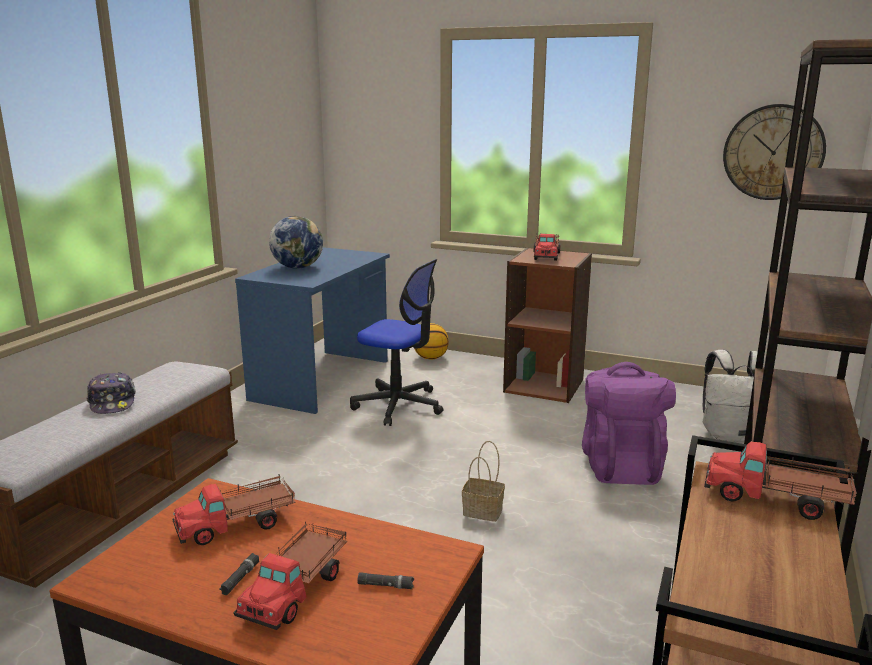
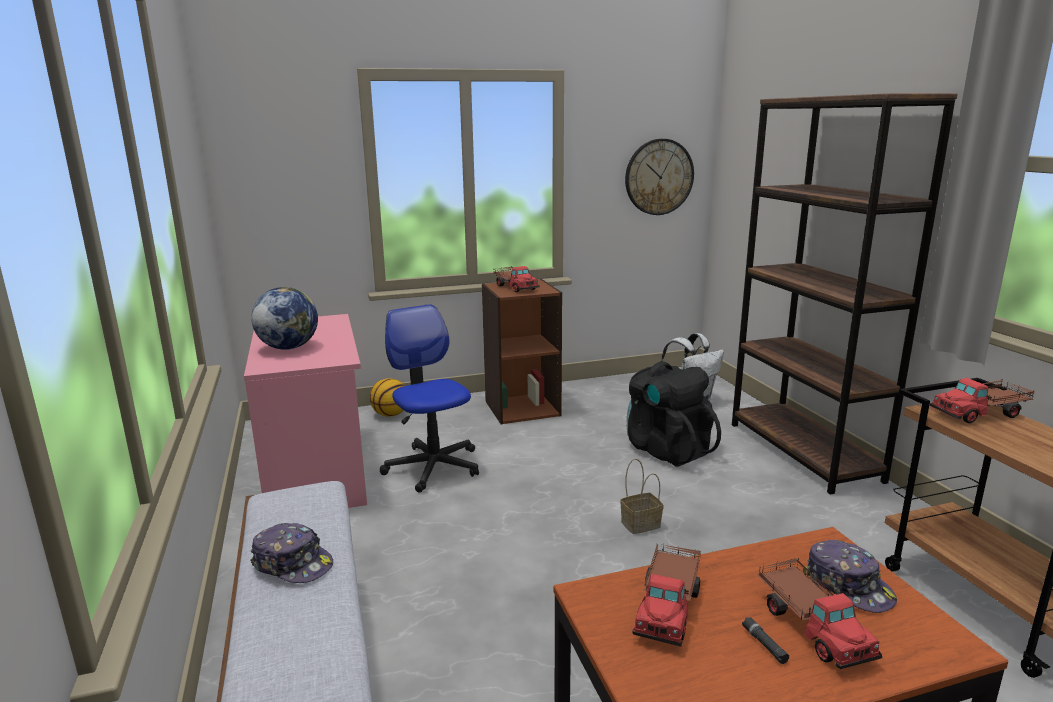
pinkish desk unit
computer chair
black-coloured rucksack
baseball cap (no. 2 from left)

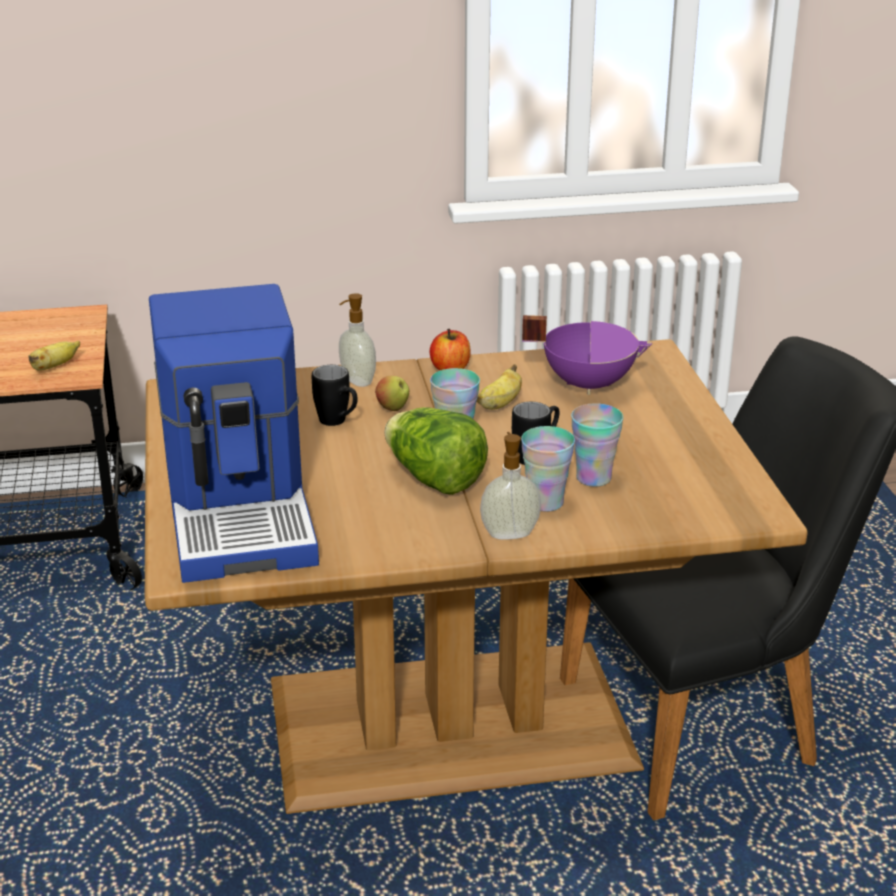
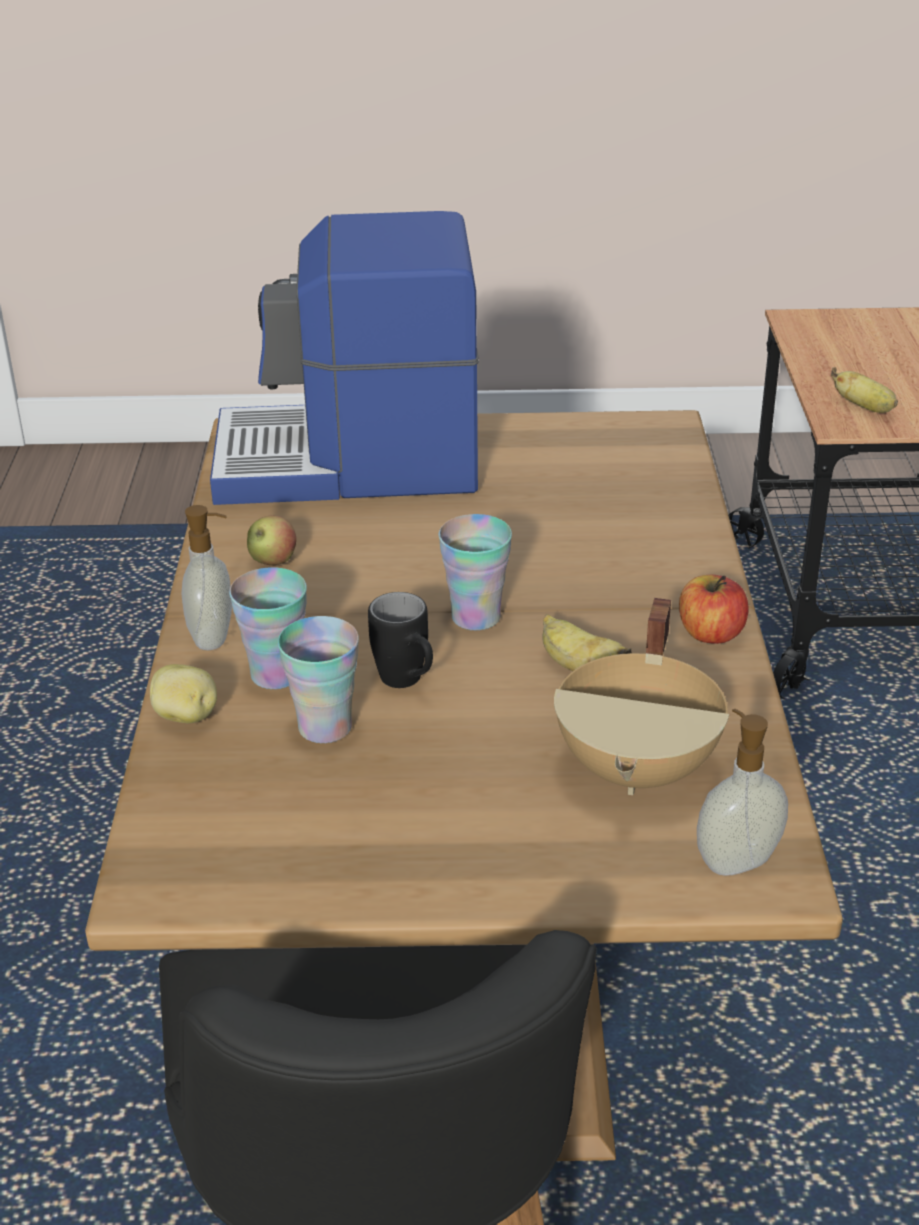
potato
whole apple (no. 1 from left)
sand-coloured saucepot
soap bottle (no. 2 from left)
black-coloured coffee mug (no. 1 from left in the first image)
head of lettuce

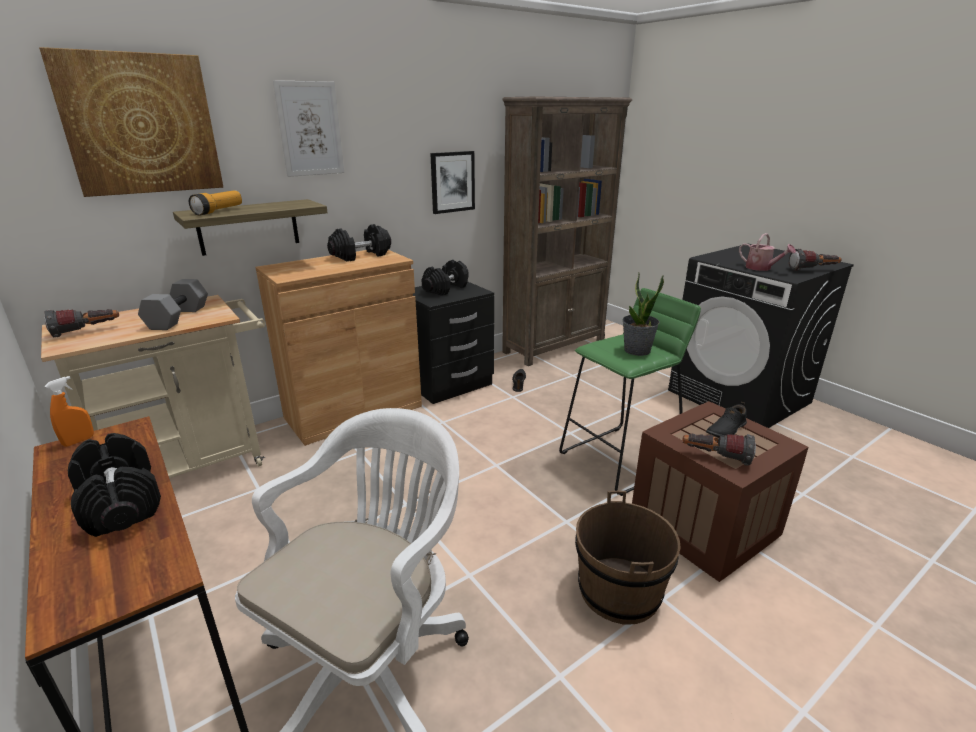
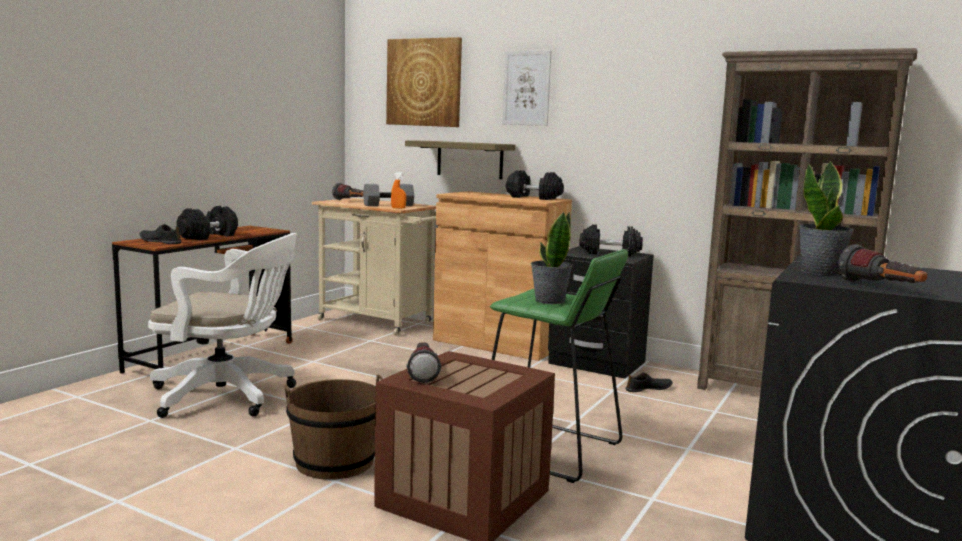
black-coloured low shoe (no. 1 from left)
orange-coloured hand sprayer
potted plant (no. 2 from left)
torch (no. 2 from left in the first image)
wall picture (no. 3 from left in the first image)

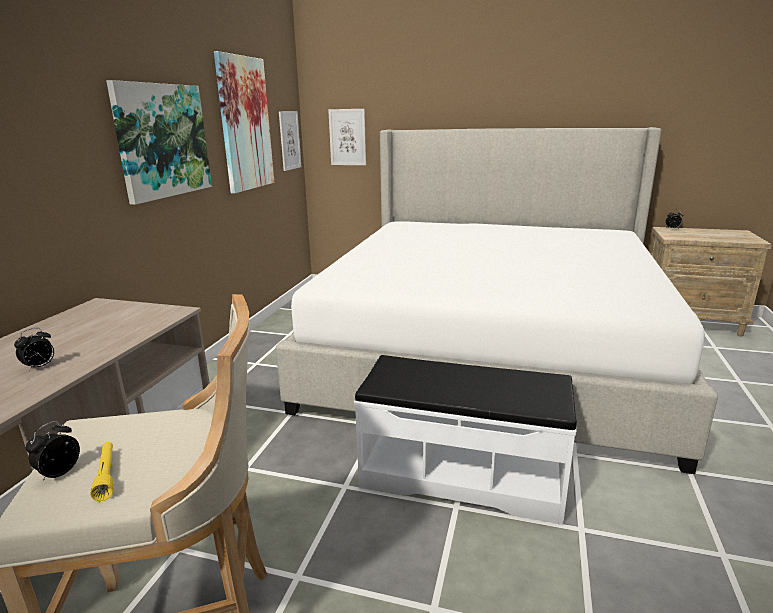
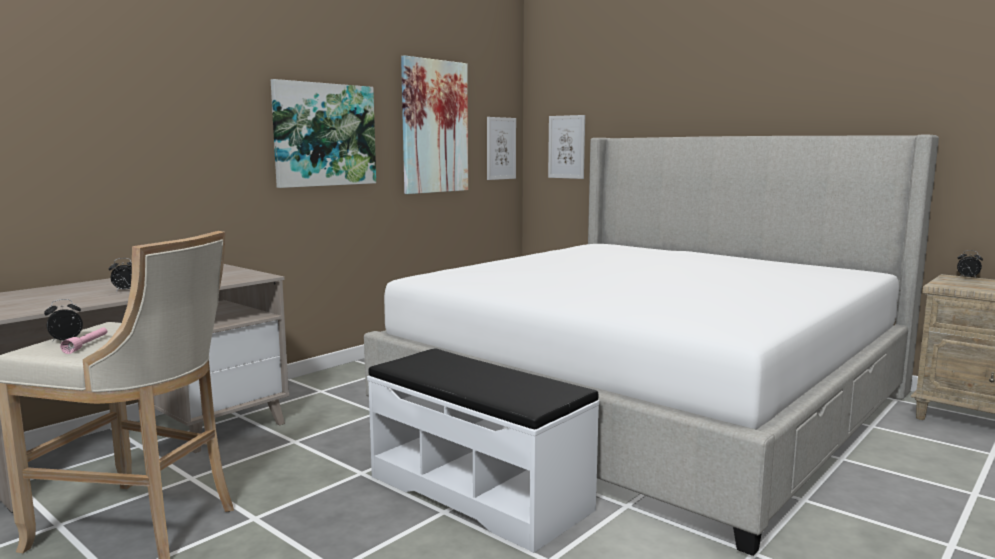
pinkish torch

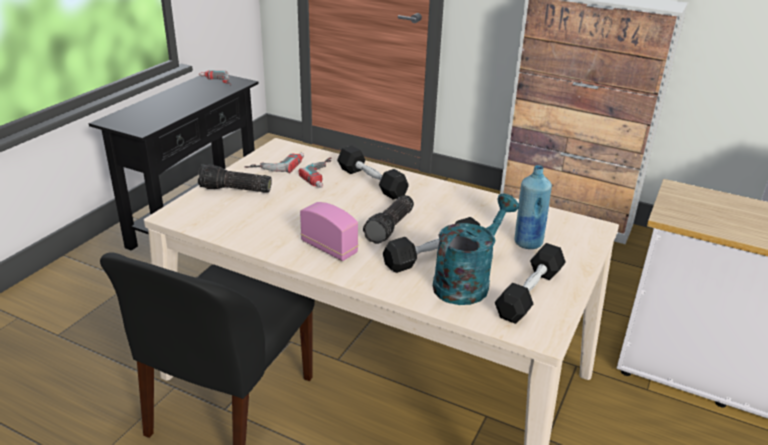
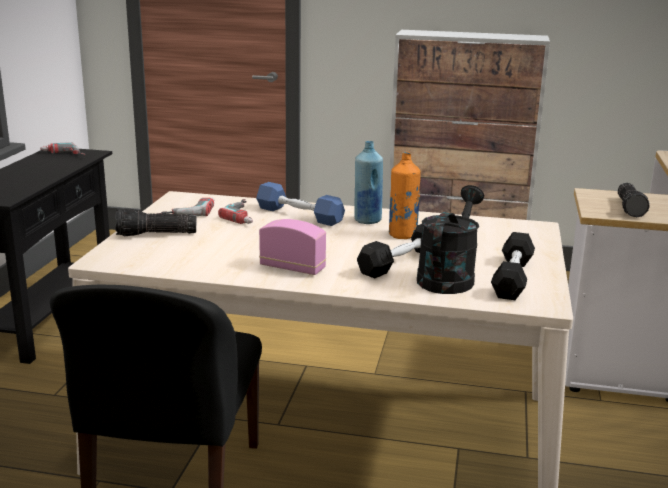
blue hand weight
blue bottle
orange-coloured bottle
black-coloured sprinkling can
torch (no. 2 from left)

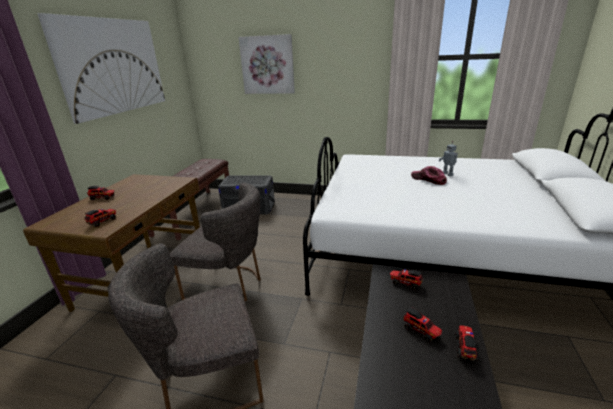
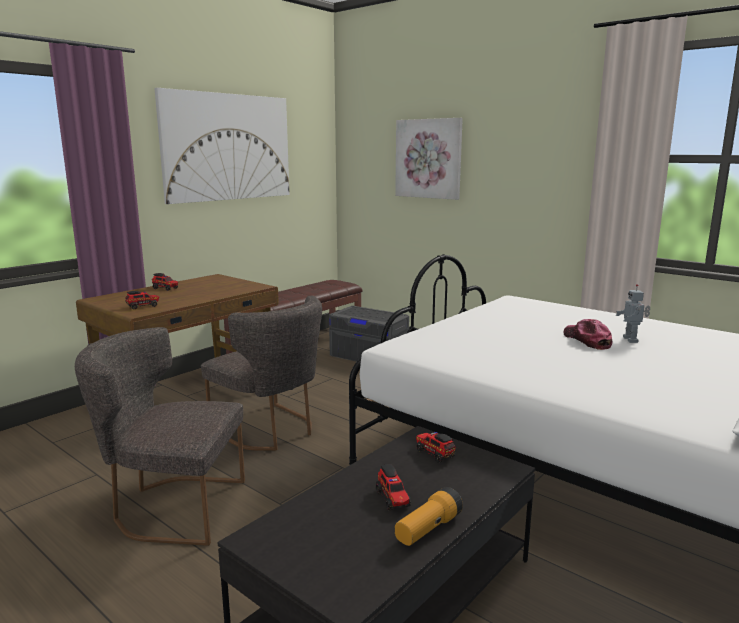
torch

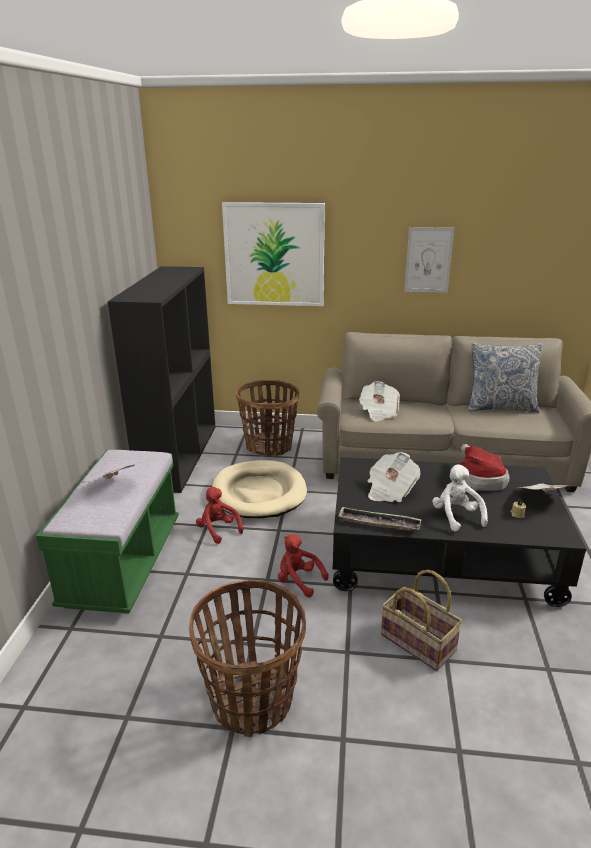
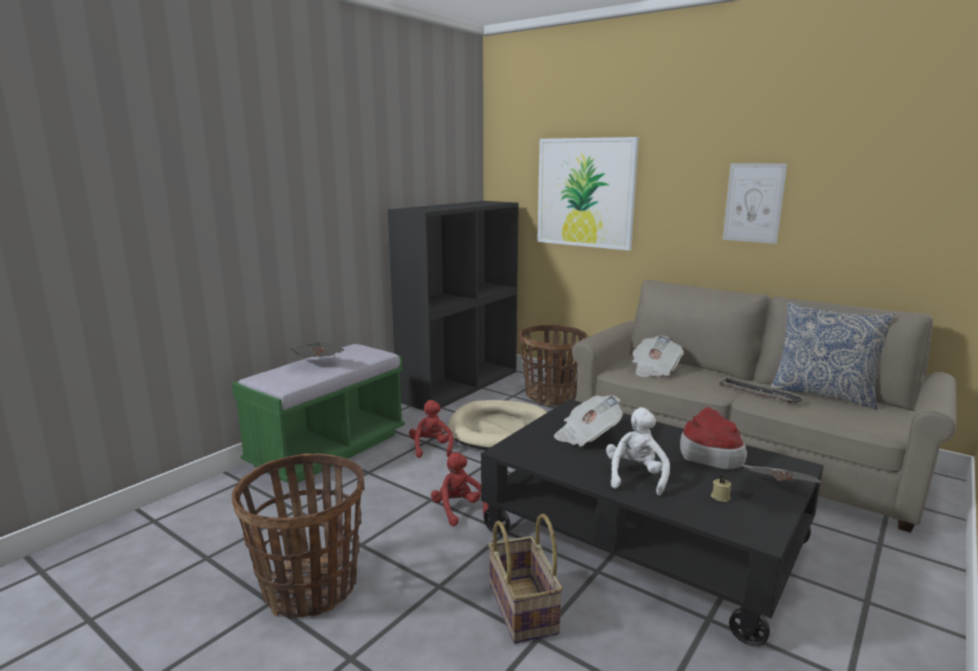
tray

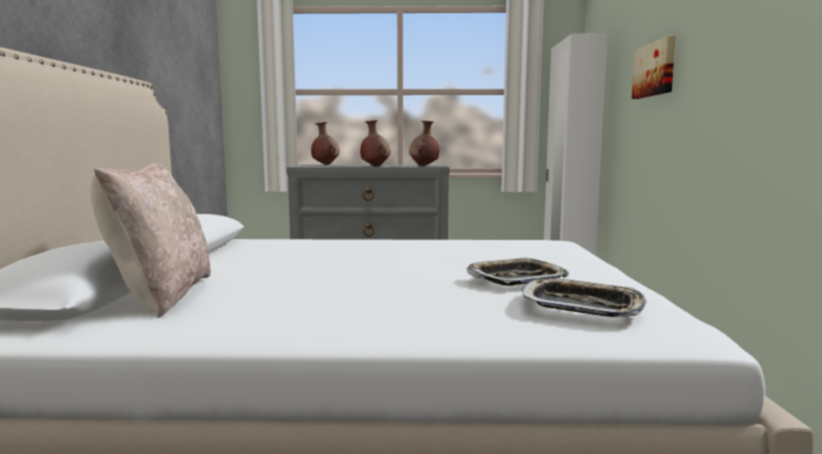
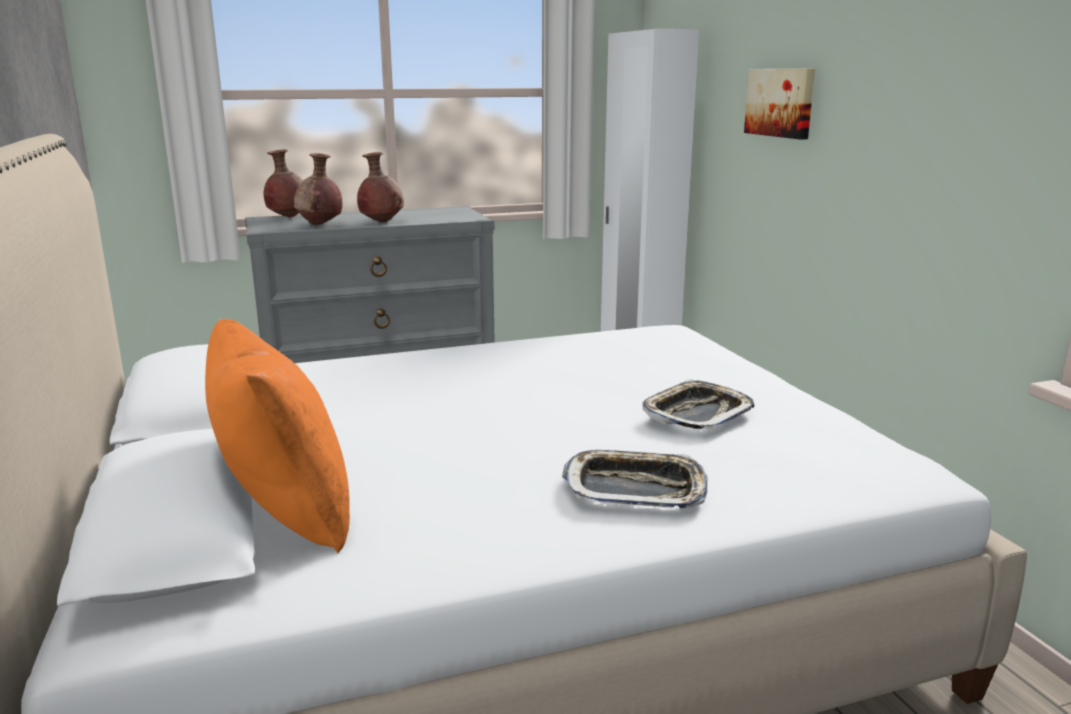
orange-coloured pillow
brownish flower vase (no. 2 from left)
tray (no. 1 from left)

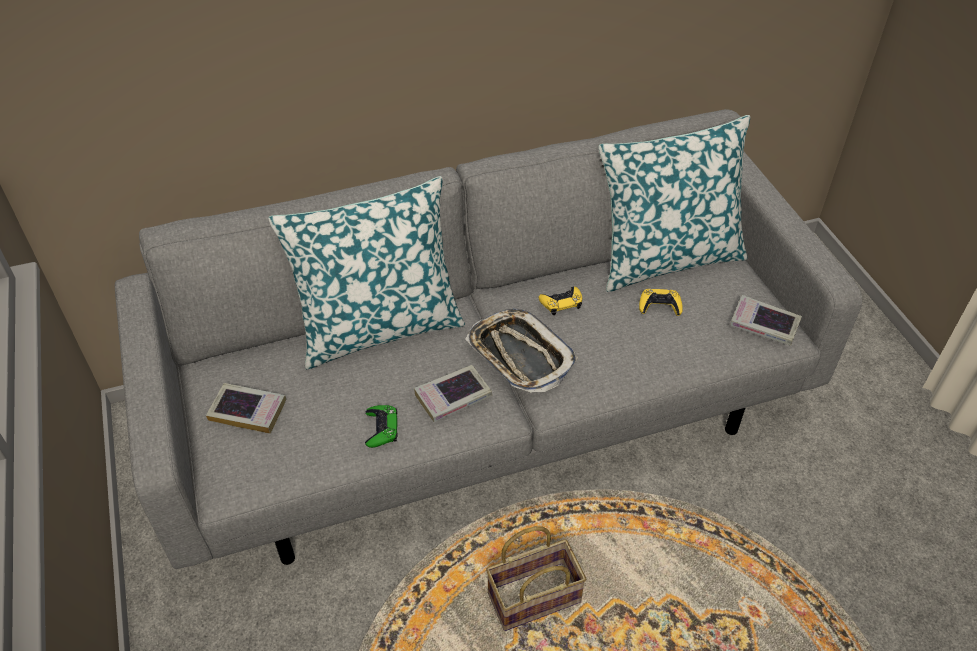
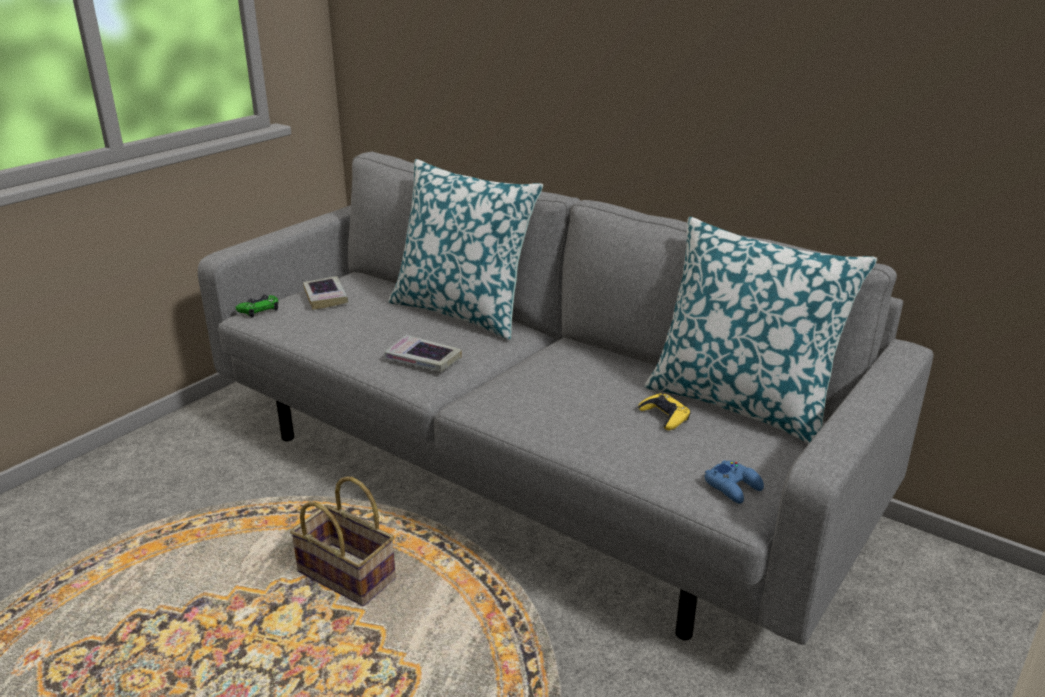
green game controller
blue game controller
tray
yellowish game controller (no. 1 from left in the first image)

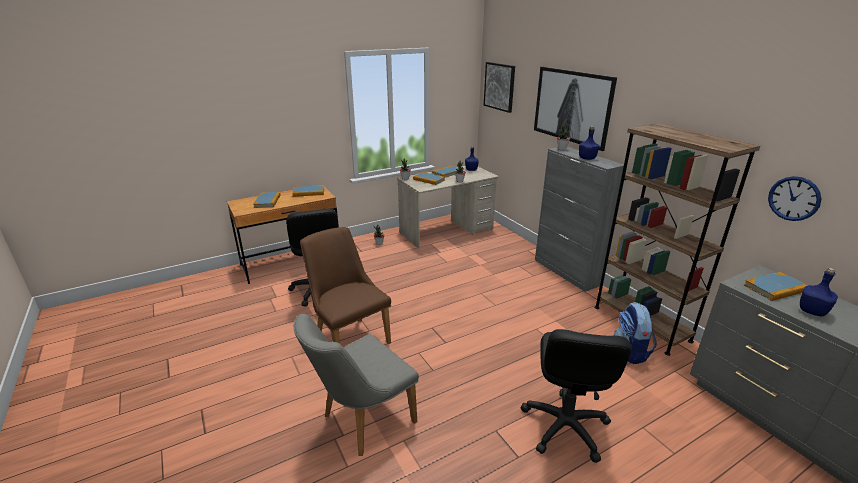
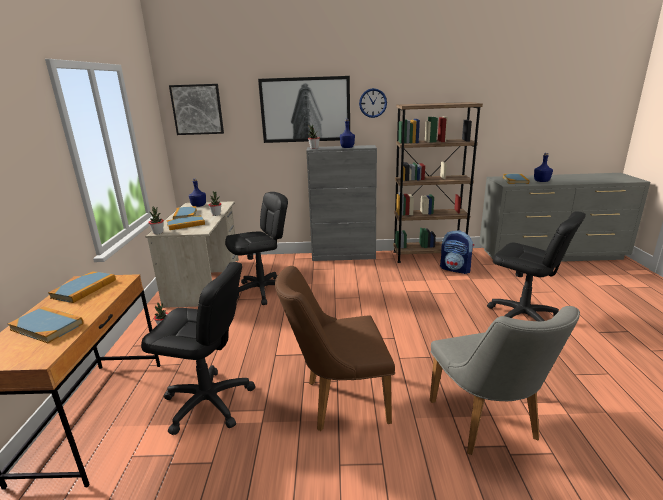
black-coloured computer chair (no. 2 from left)
hanging clock

